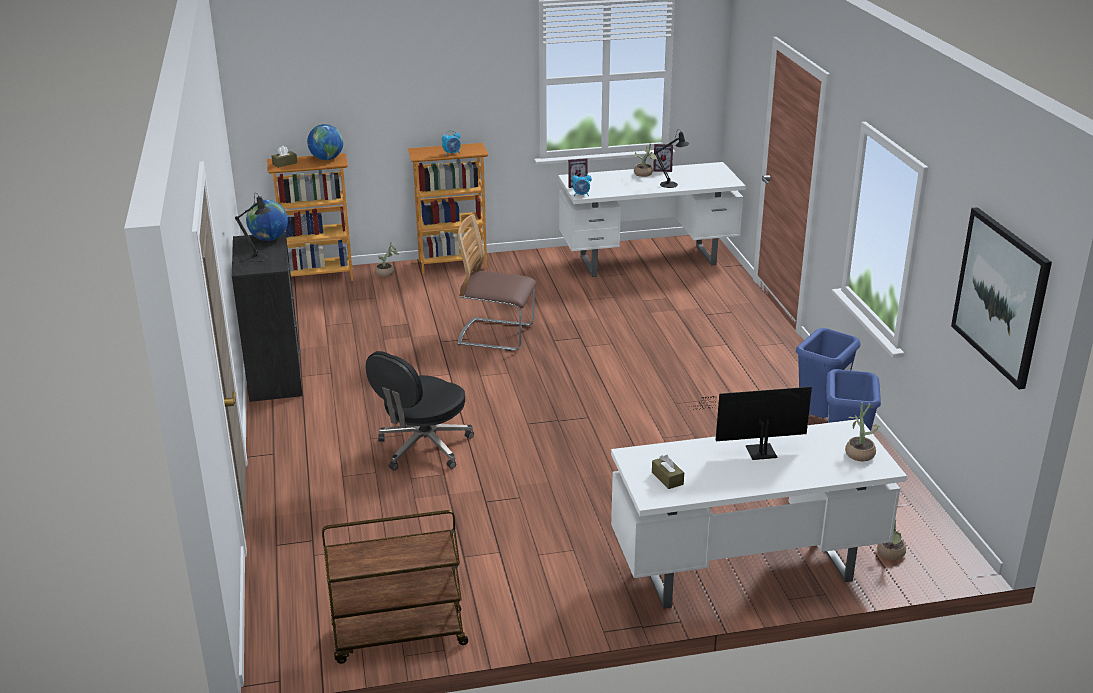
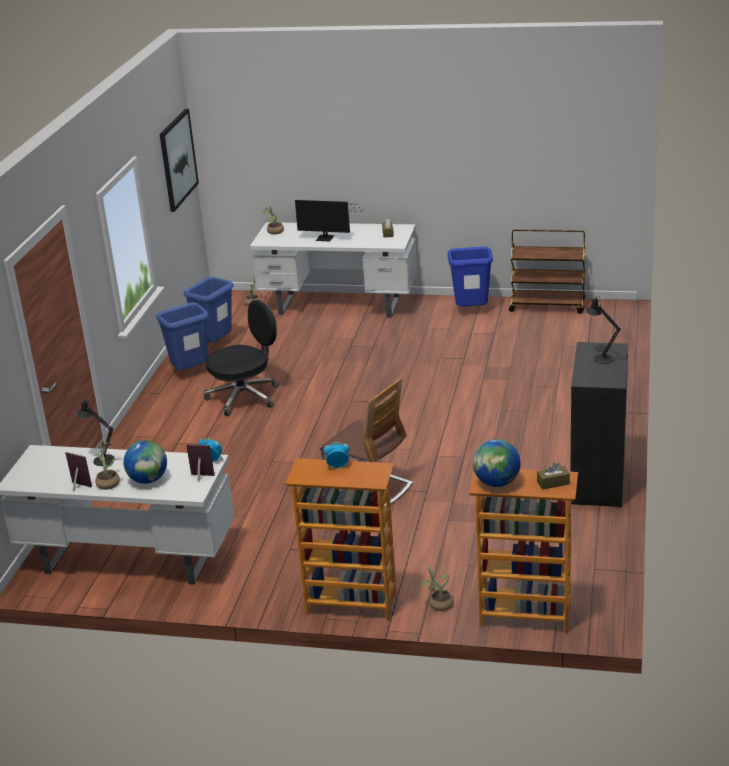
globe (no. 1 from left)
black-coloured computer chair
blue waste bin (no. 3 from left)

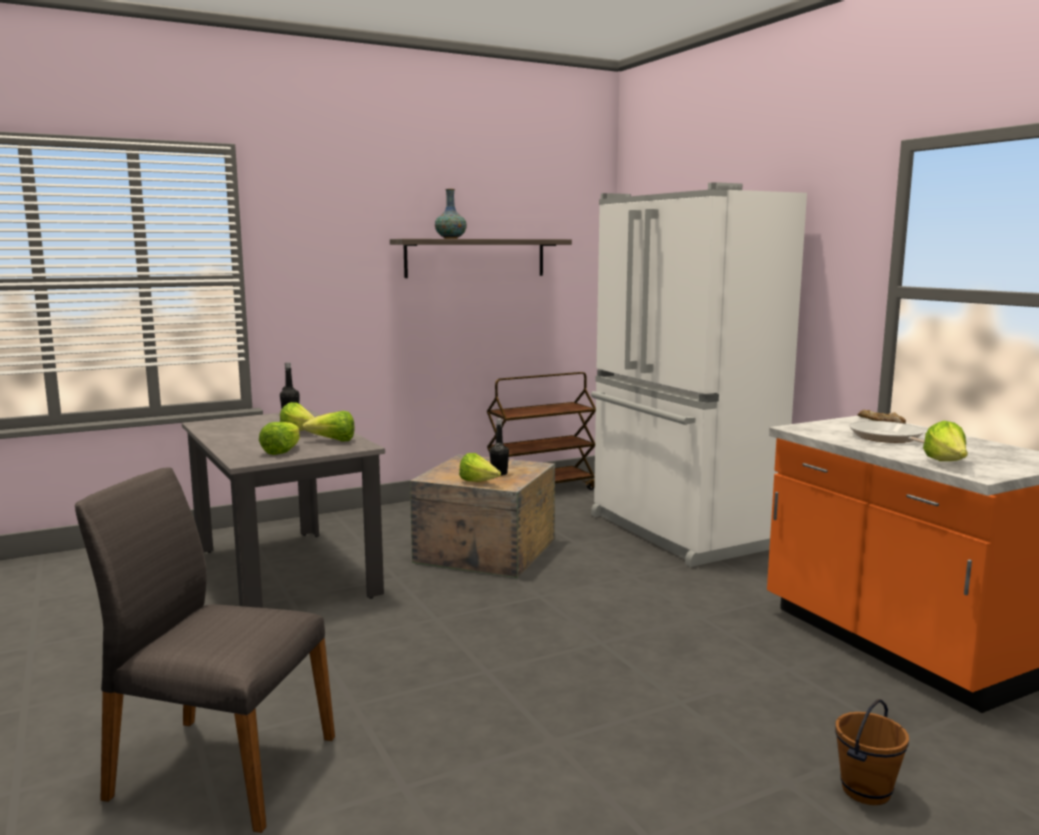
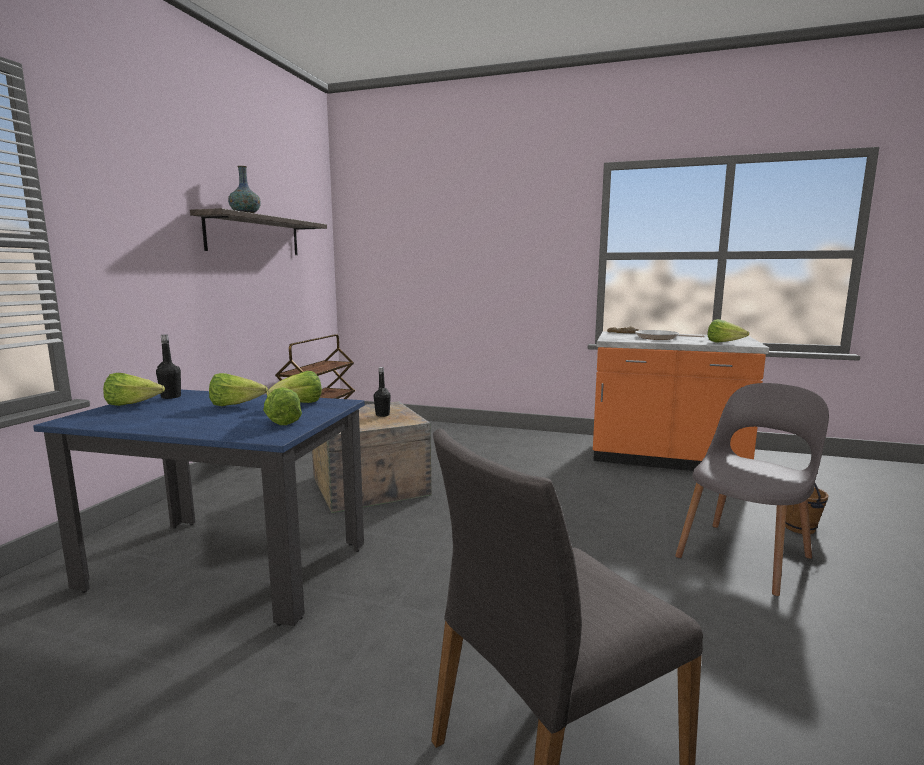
blue dining table
head of lettuce (no. 1 from left)
greyish upright chair (no. 2 from left)
white-coloured kitchen fridge

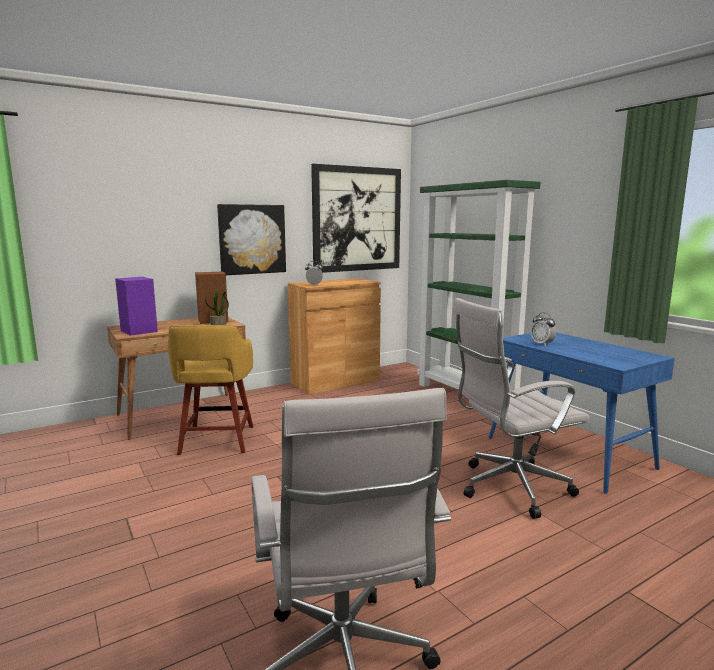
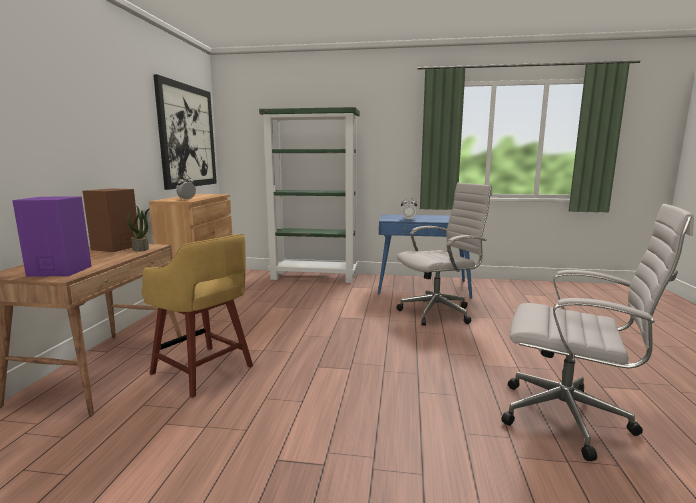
white-coloured computer chair (no. 1 from left)
wall picture (no. 1 from left in the first image)

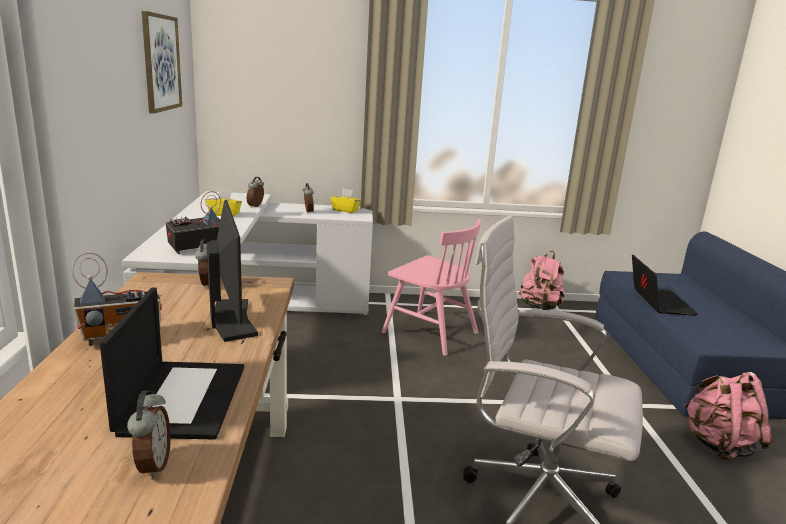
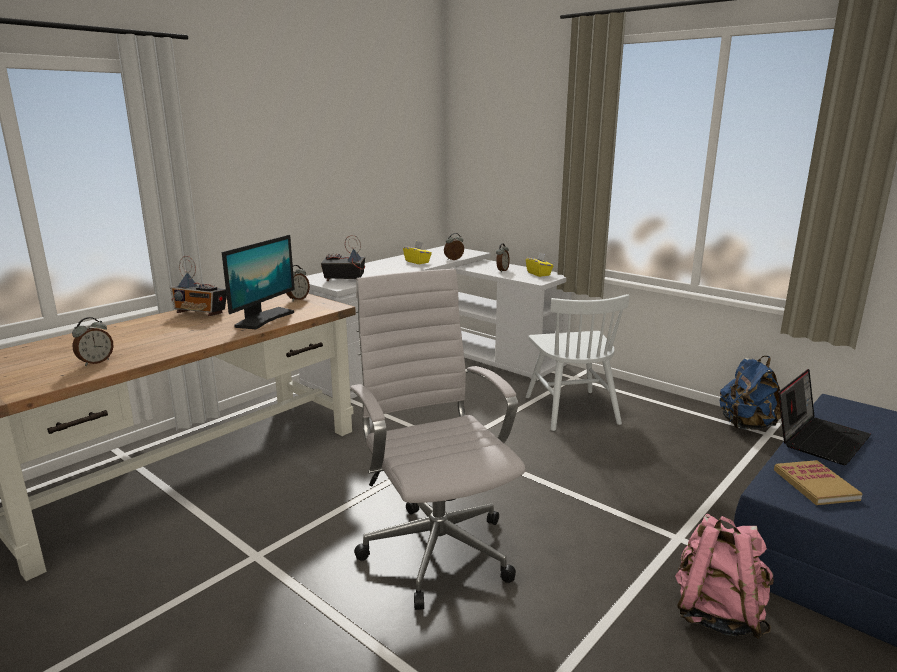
white-coloured upright chair
blue rucksack
volume
notebook computer (no. 1 from left in the first image)
wall picture

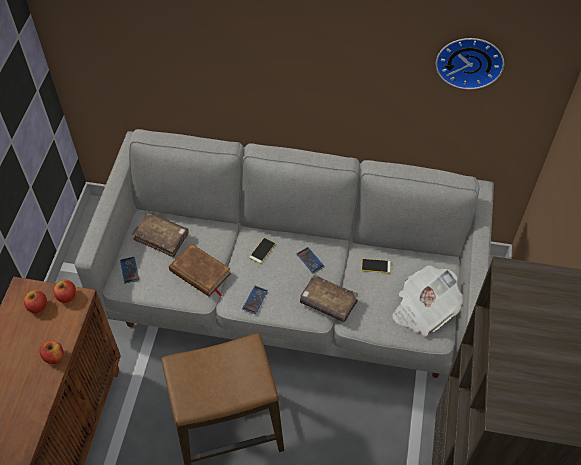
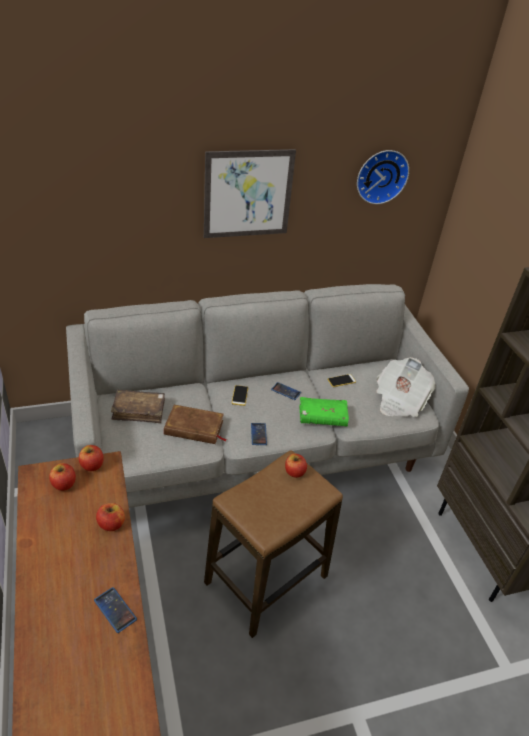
handset (no. 1 from left)
wall picture
whole apple (no. 4 from left)
green volume

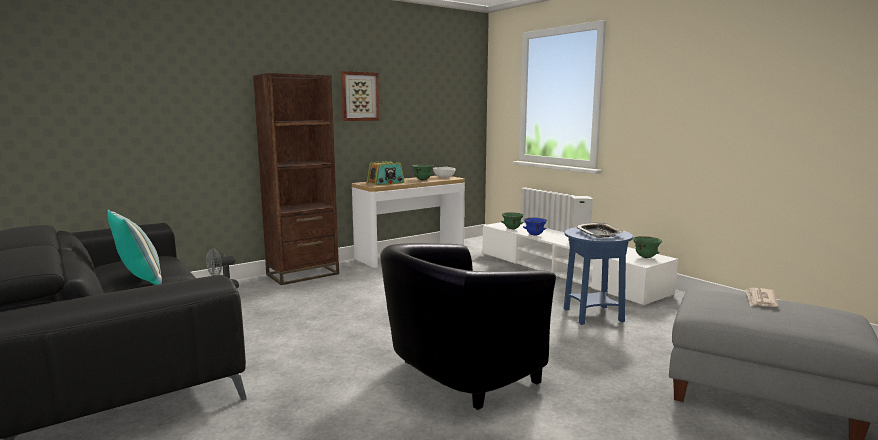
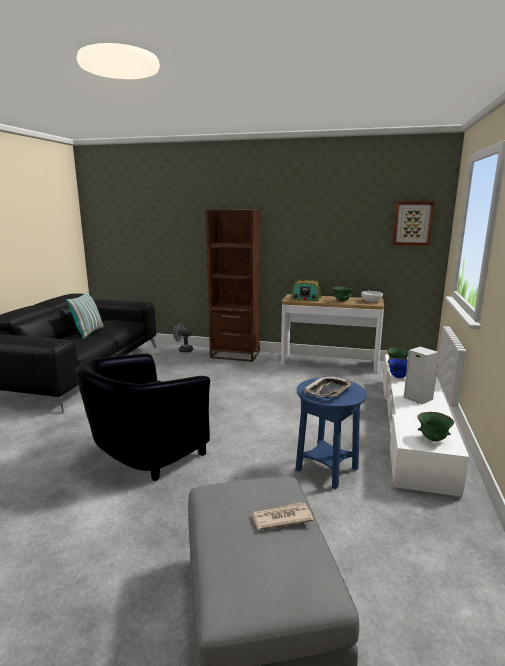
black-coloured armchair
wall picture

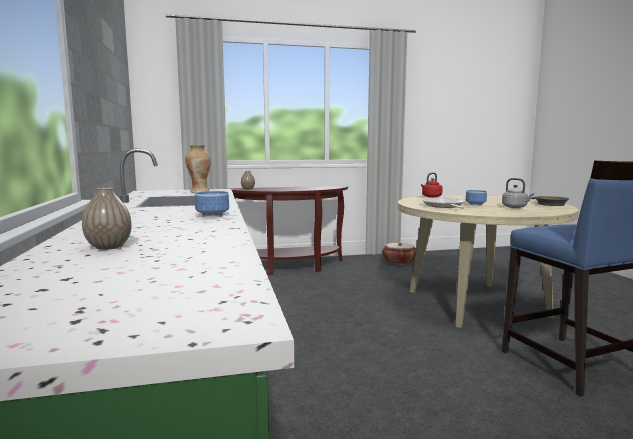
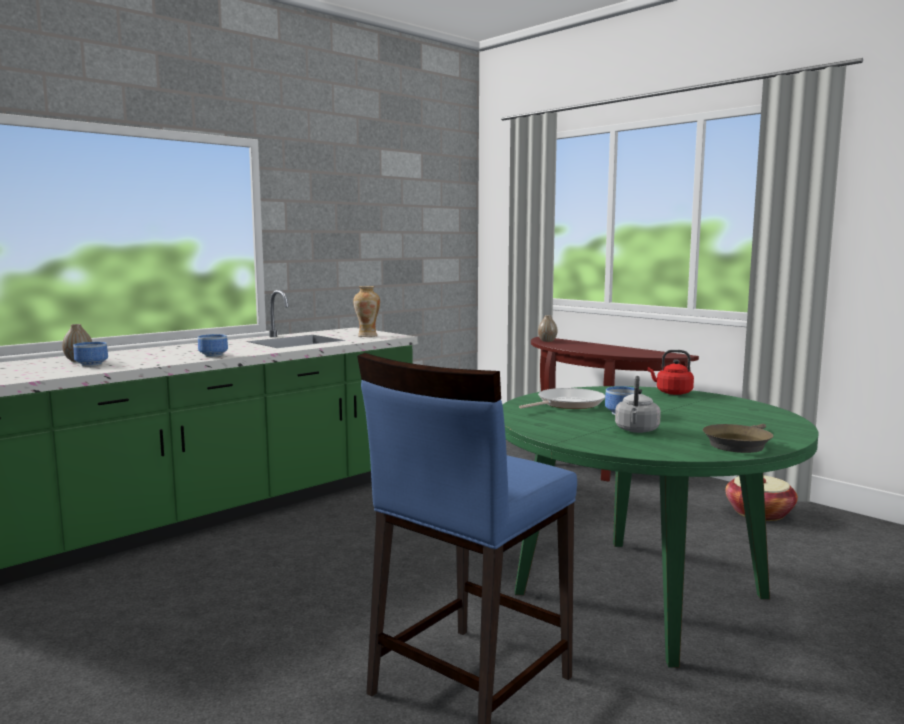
serving bowl (no. 1 from left)
green dining table

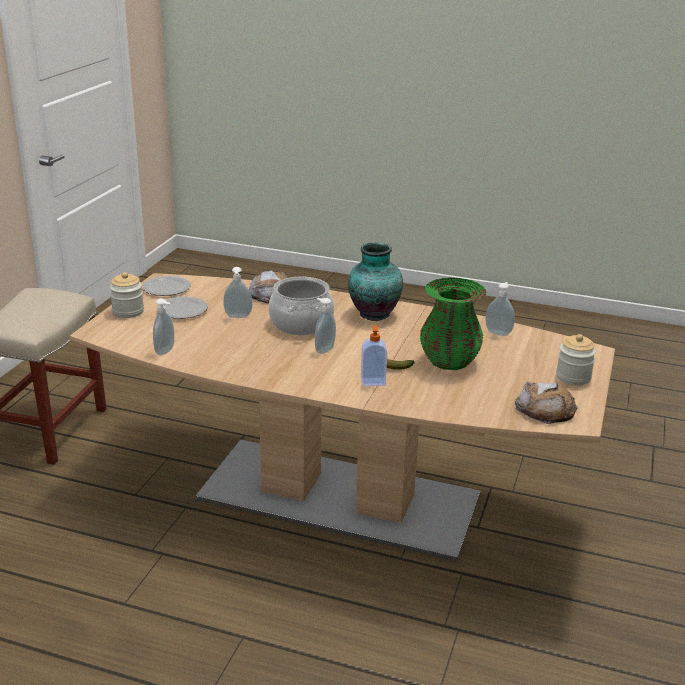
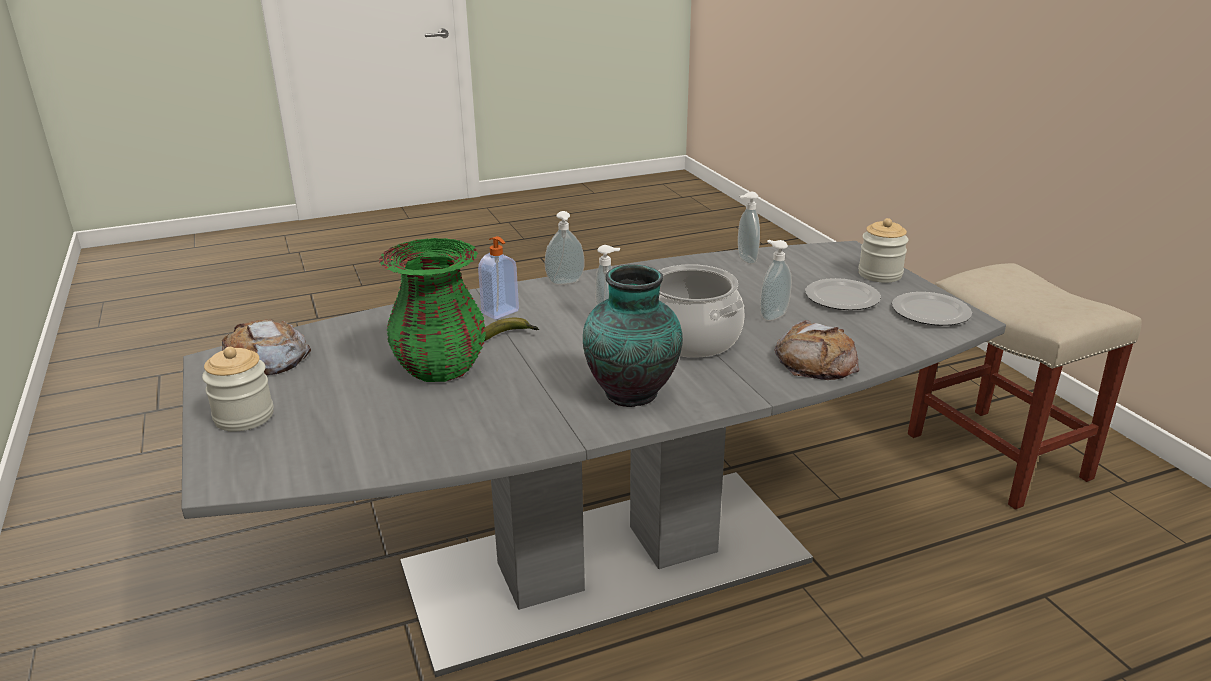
greyish dining table
soap bottle (no. 2 from left)

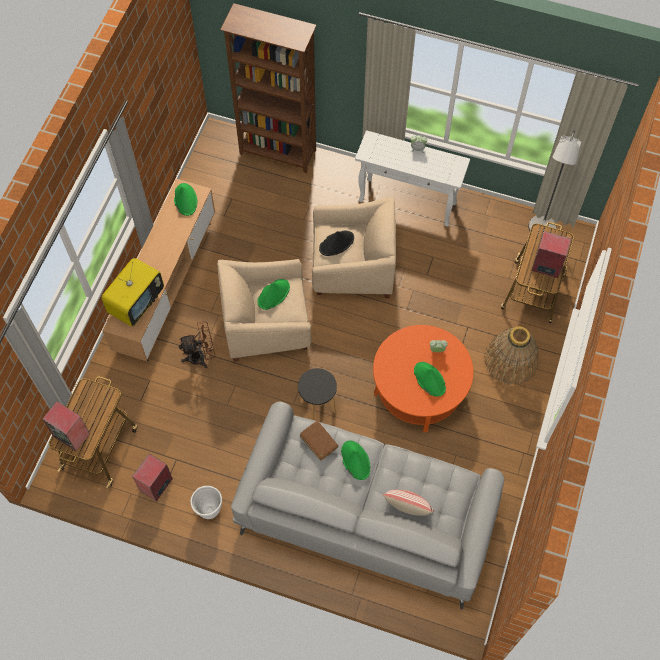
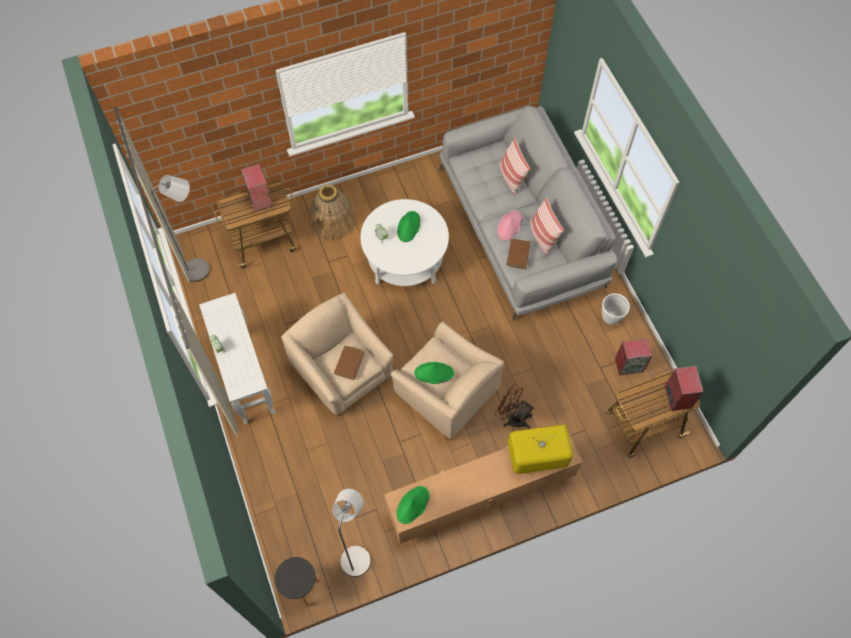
black-coloured stool
greyish floor lamp (no. 2 from left)
brownish volume (no. 1 from left)
white-coloured lounge table
pinkish clothing hat
pillow (no. 2 from left)
brownish bookshelf

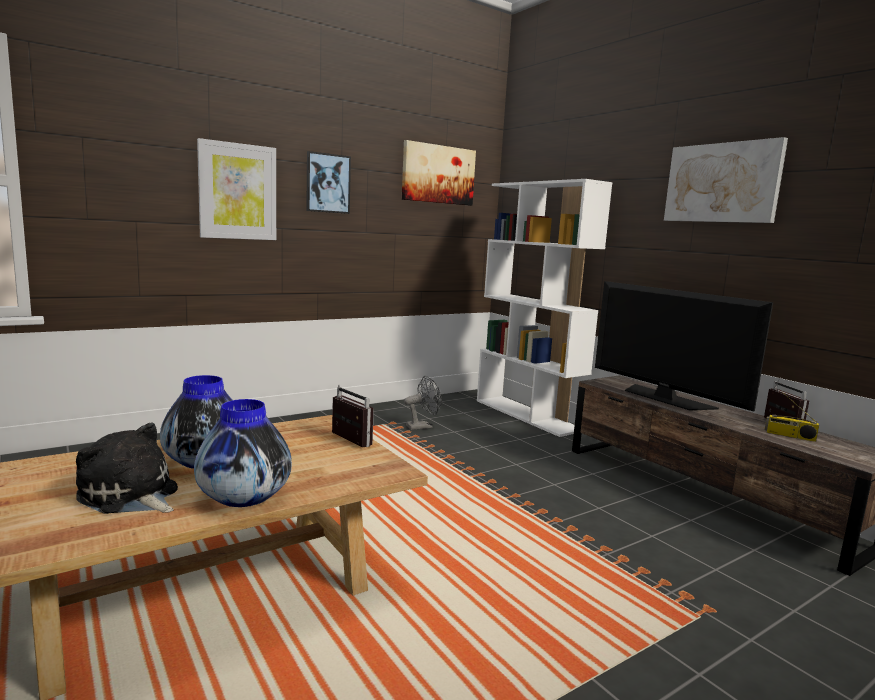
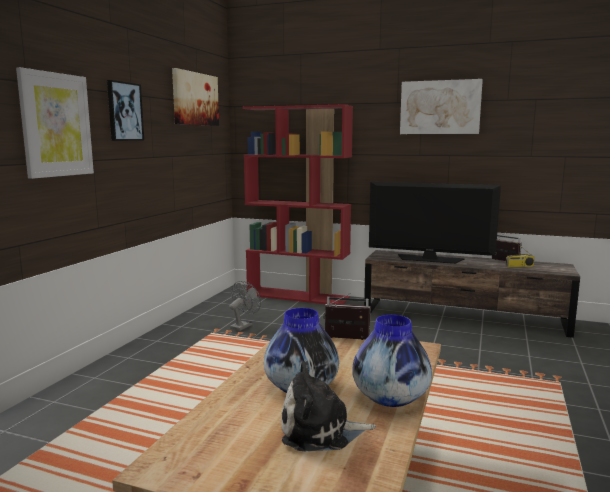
reddish bookshelf

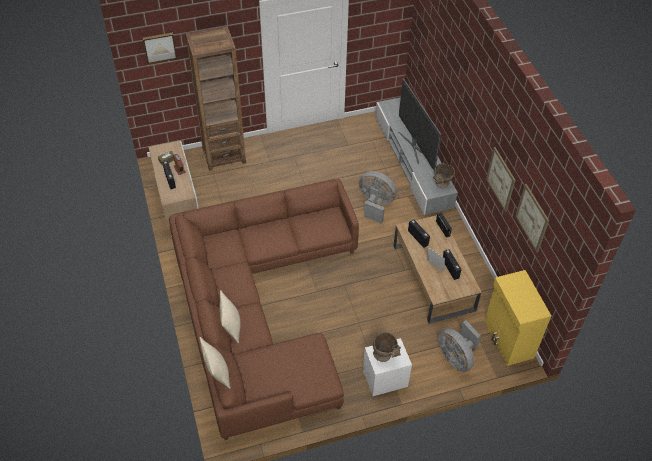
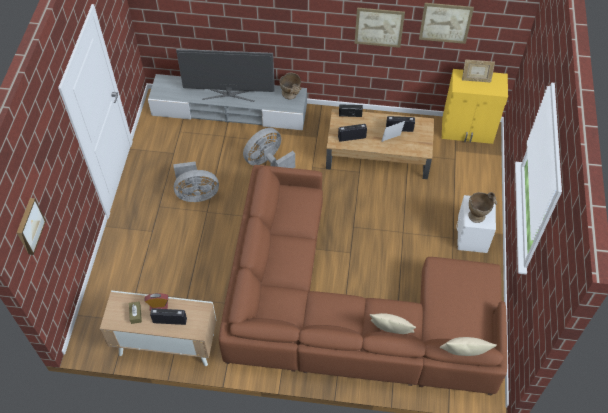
greyish fan (no. 1 from left)
photo frame (no. 2 from left)
brownish bookshelf

